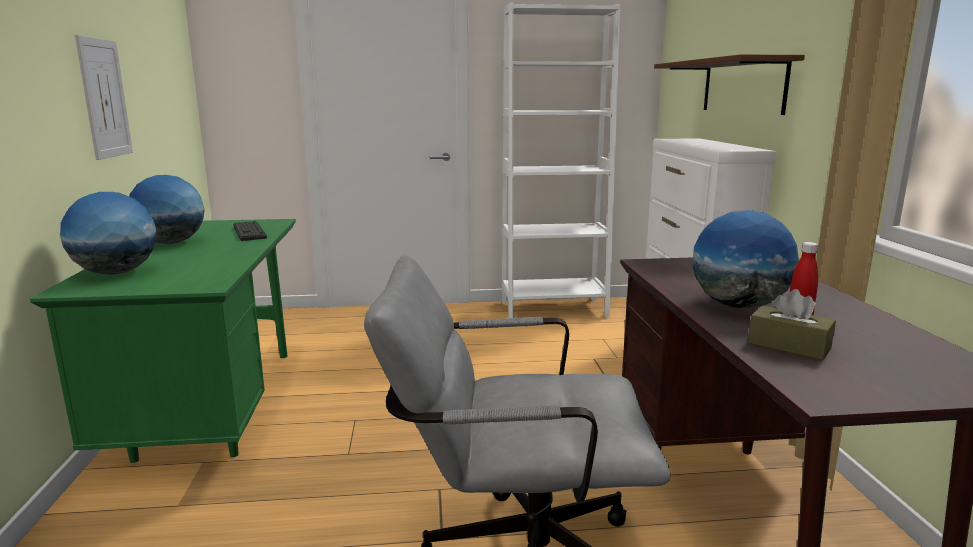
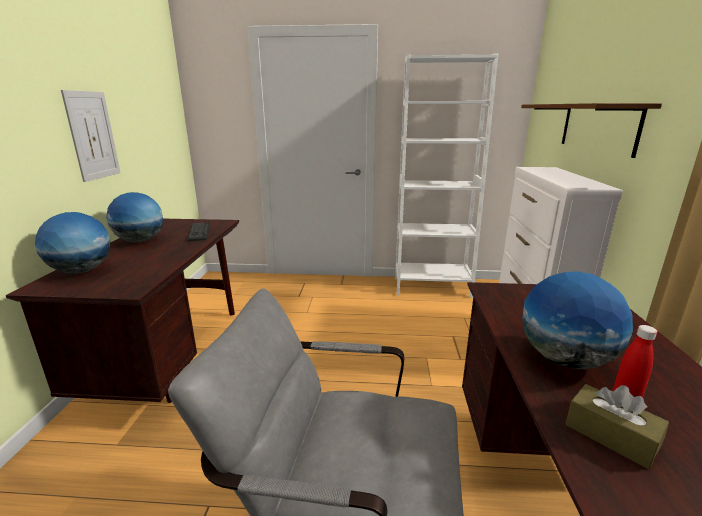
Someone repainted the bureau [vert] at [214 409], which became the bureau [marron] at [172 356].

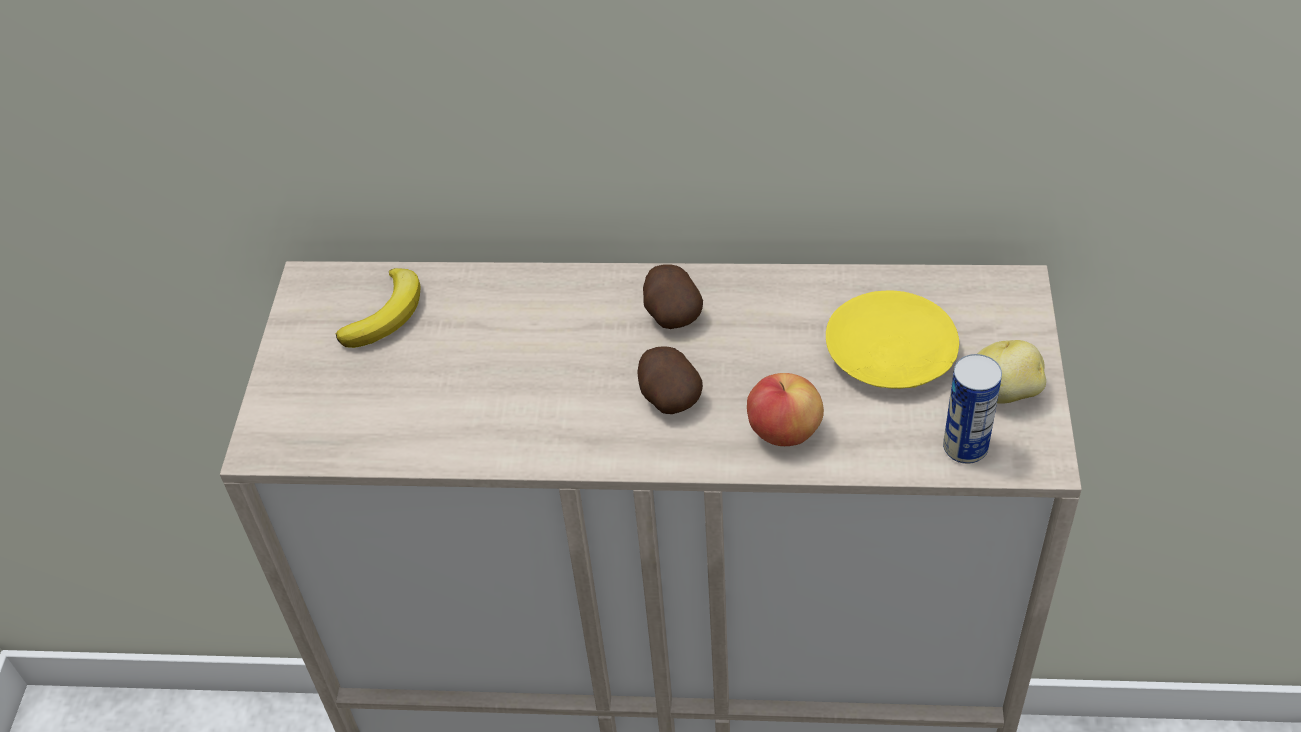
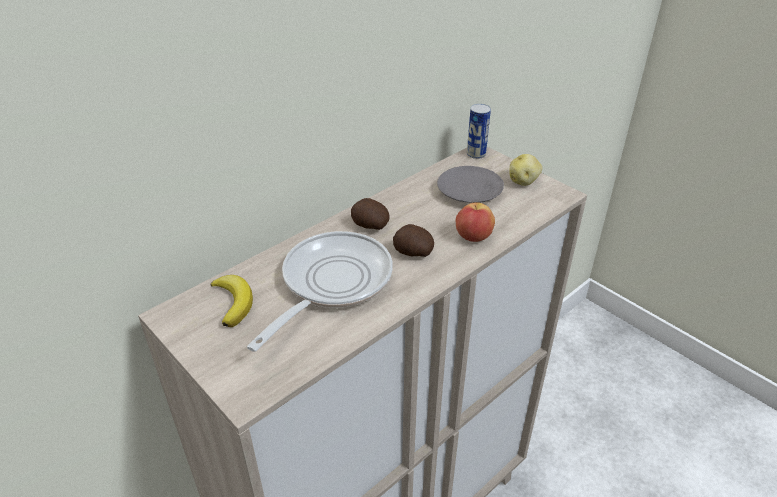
Someone repainted the assiette [jaune] at [891 353], which became the assiette [gris] at [470 192]. Someone carried the boîte métallique from [965 447] to [476 154]. Someone put down the poêle at [331 283].

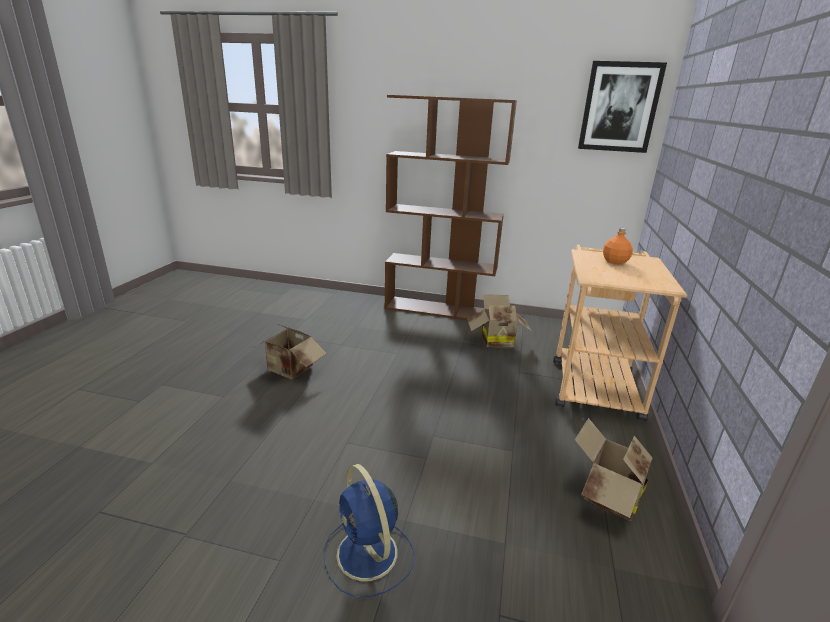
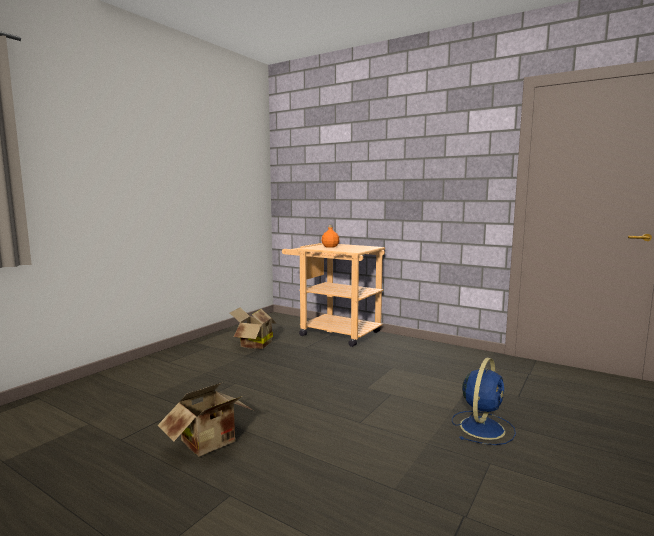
Someone took away the tableau at [619 107]. Someone took away the bibliothèque [marron] at [439 309]. Someone took away the carton at [606 496]. Someone rotated the ventilateur [bleu] at [368 555] by 45 degrees counterclockwise.

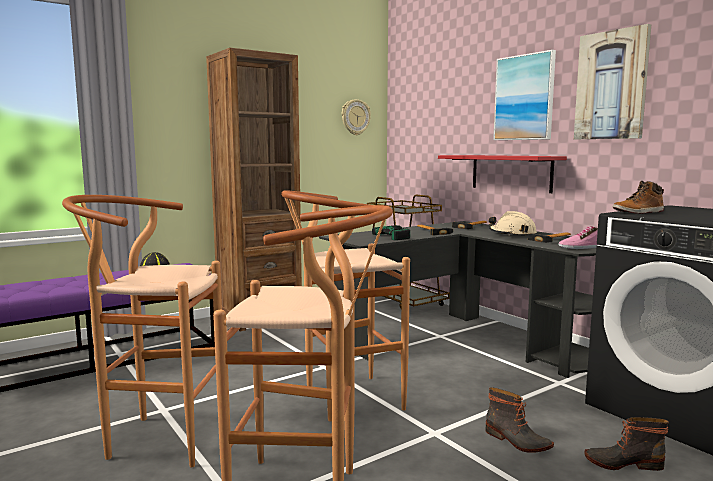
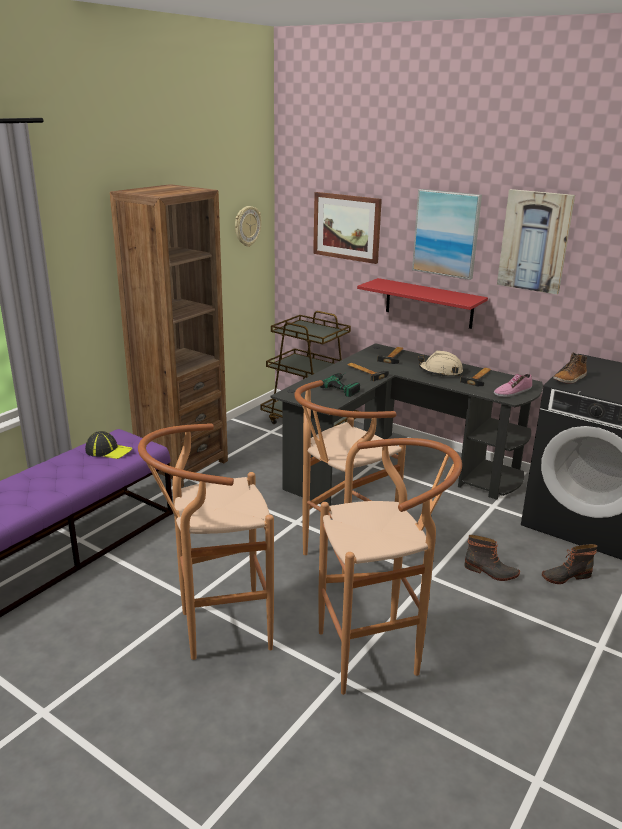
Someone put up the tableau at [347 227].

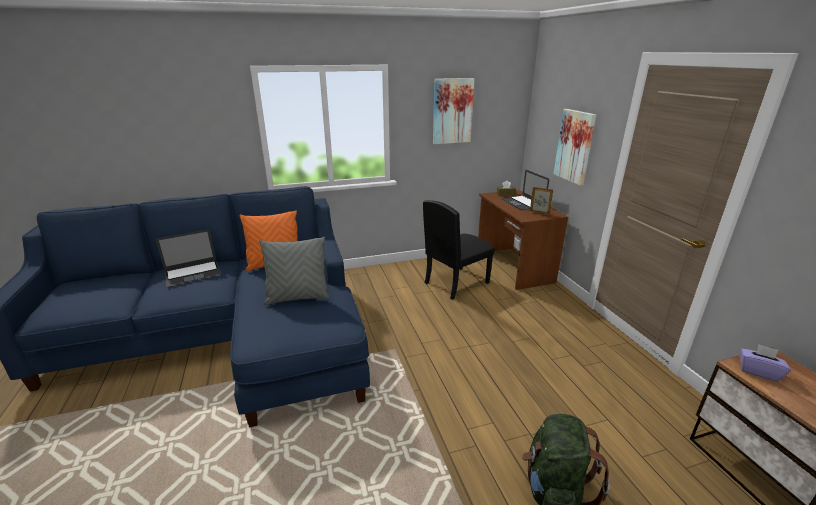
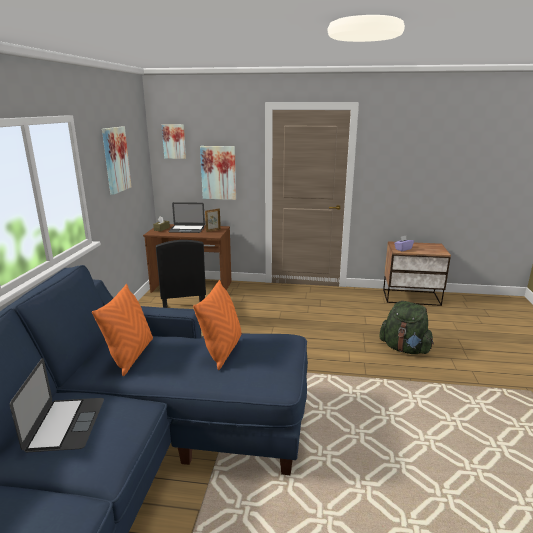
Someone repainted the coussin [gris] at [298 297], which became the coussin [orange] at [222 350]. Someone put up the tableau at [174 141].

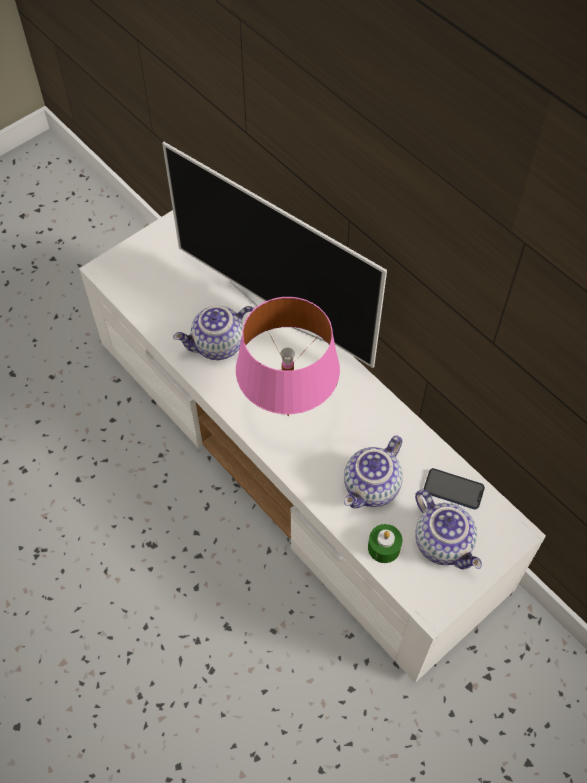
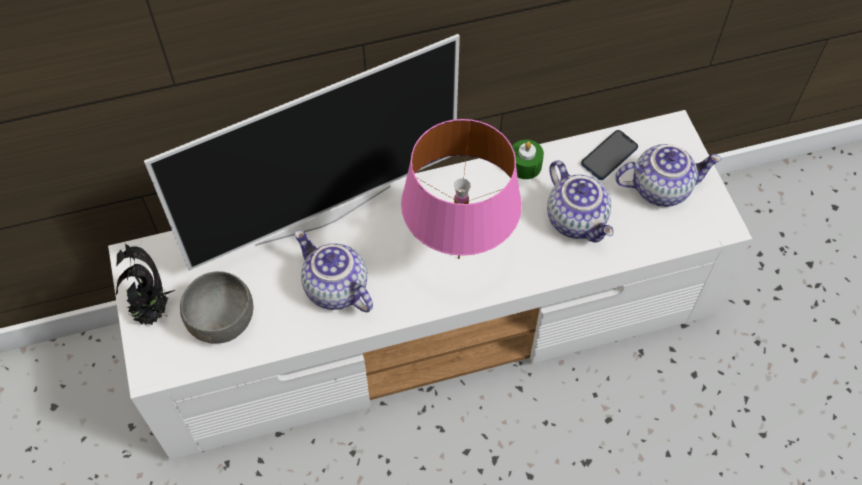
Someone rotated the théière at [218 345] by 135 degrees clockwise. Someone carried the bougie [vert] from [384 547] to [525 165]. Someone put down the plante en pot at [153 312]. Someone put down the bol [gris] at [221 321].

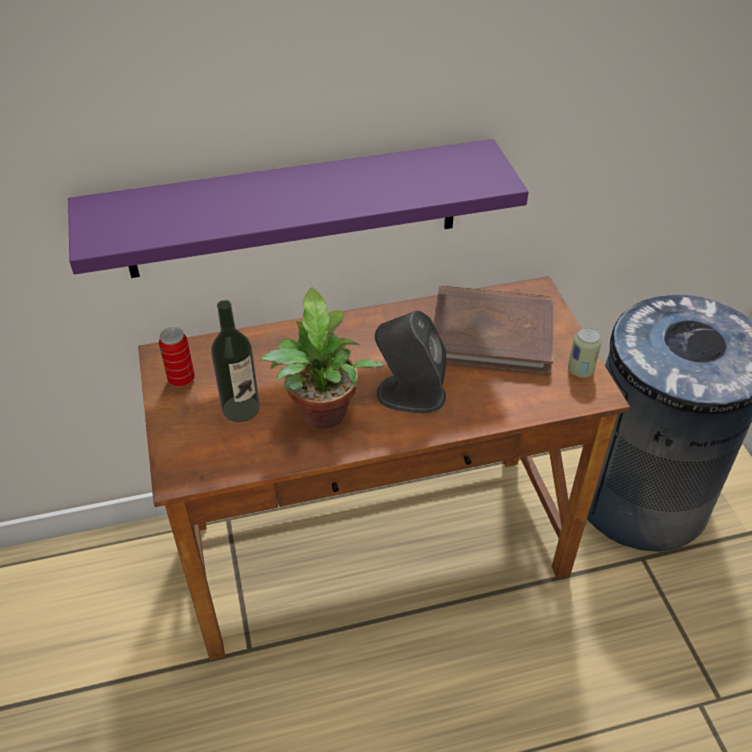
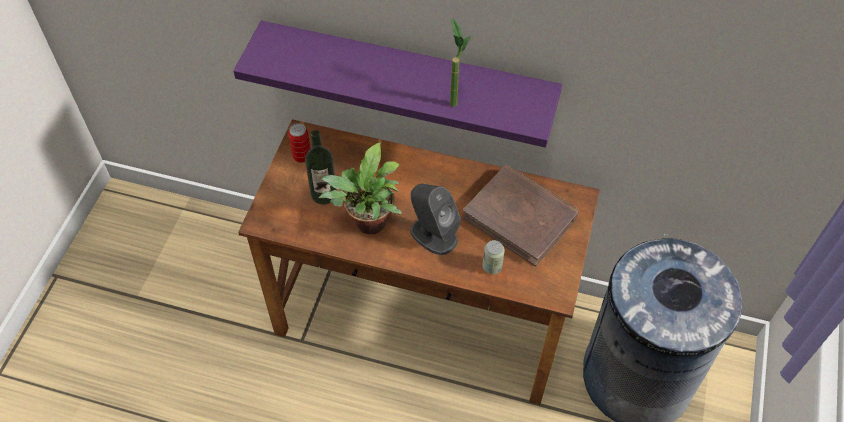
Someone carried the boîte métallique from [580 370] to [492 267]. Someone put down the plante en pot at [453 98].

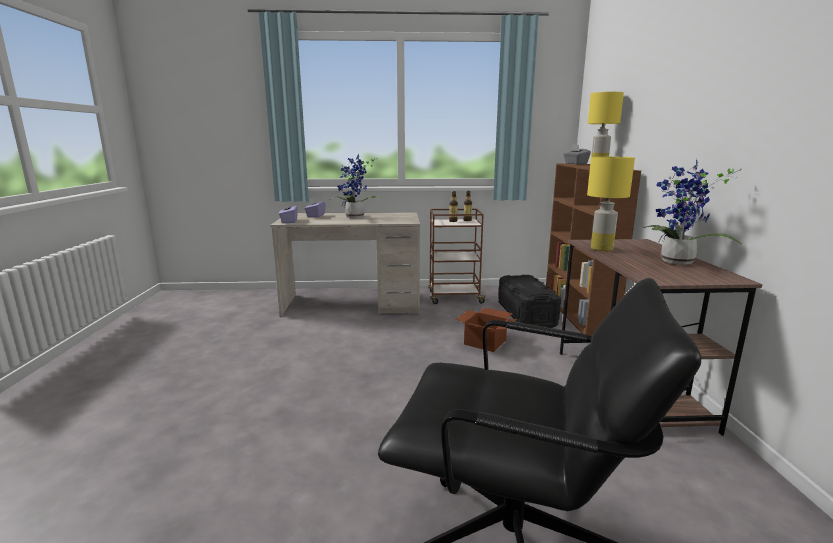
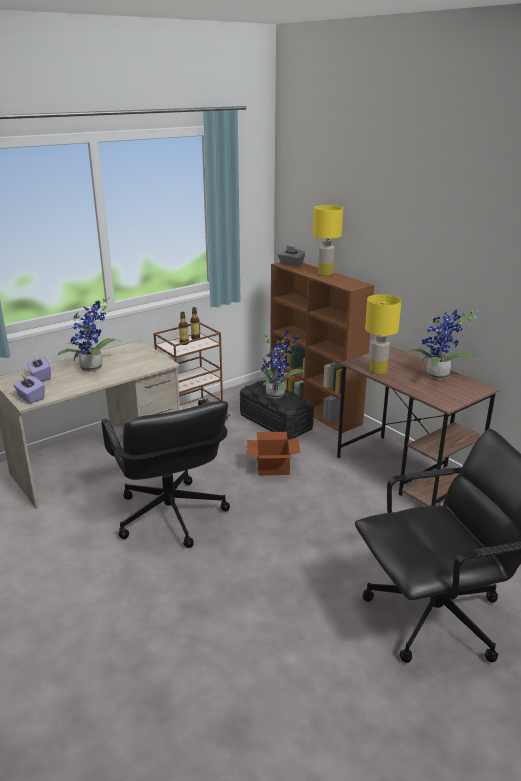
Someone put down the plante en pot at [277 394]. Someone put down the chaise de bureau [noir] at [170 516].

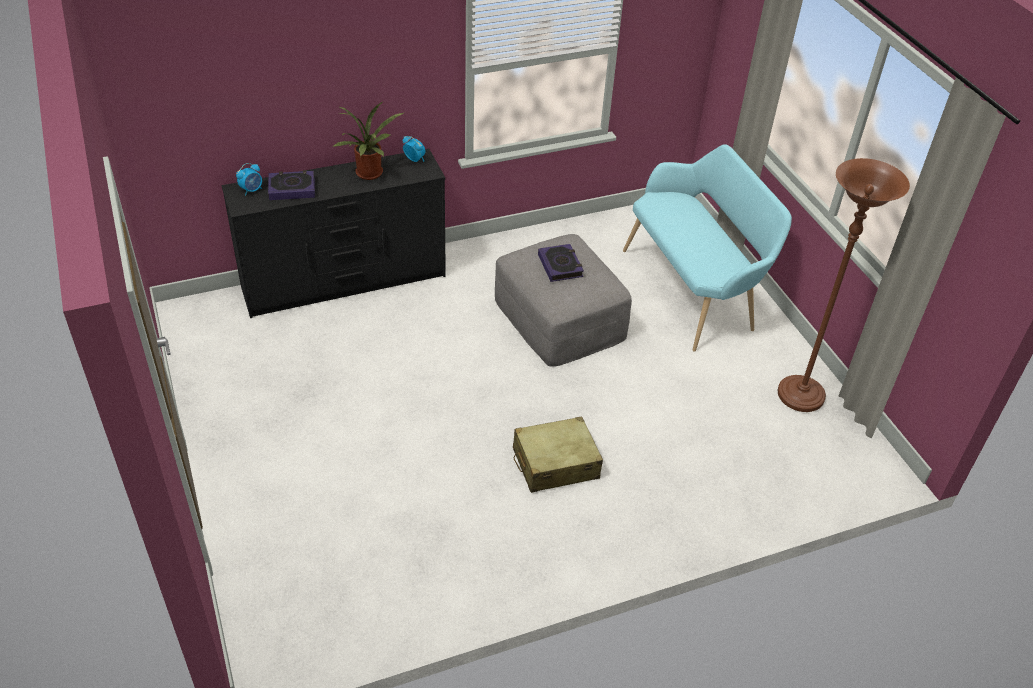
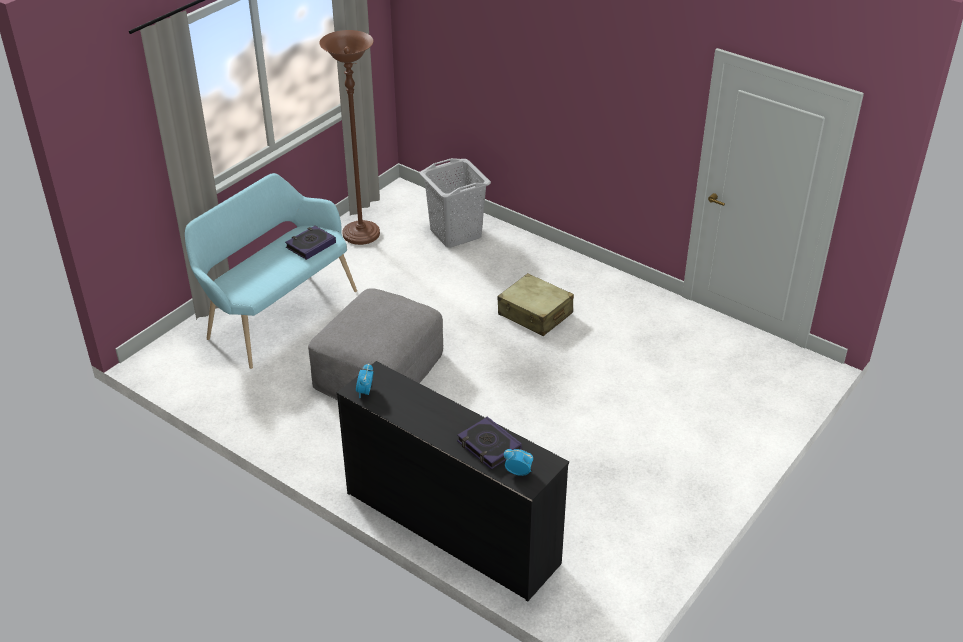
Someone took away the plante en pot at [369 175]. Someone carried the livre from [560 266] to [310 245]. Someone put down the panier à linge [gris] at [456 233].

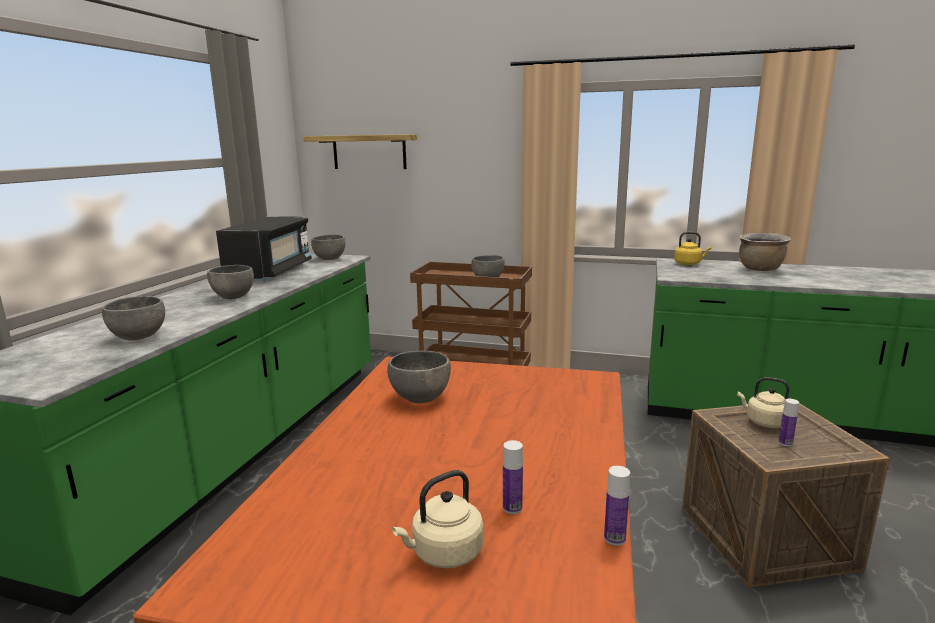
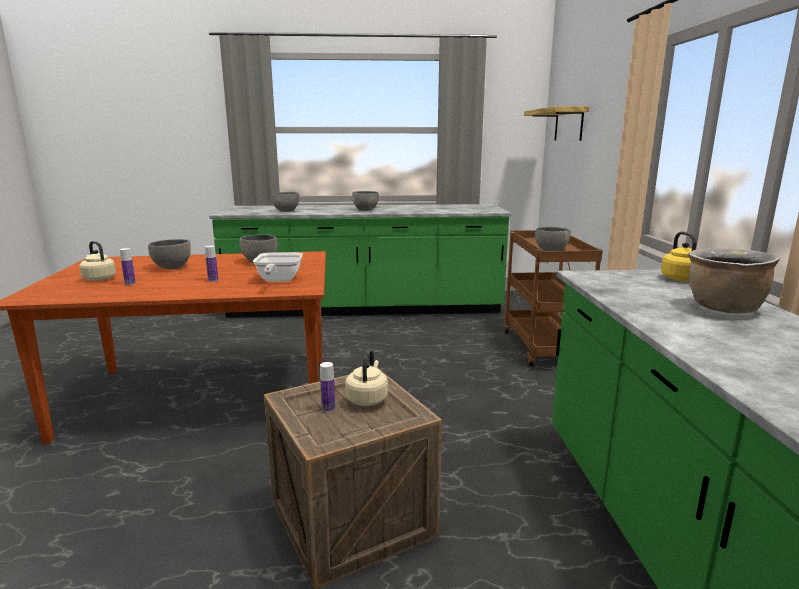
Someone took away the micro-ondes [noir] at [271 272]. Someone carried the bol [gris] from [329 259] to [172 267]. Someone carried the bouteille from [614 538] to [213 280]. Someone put down the poêle at [278 280].

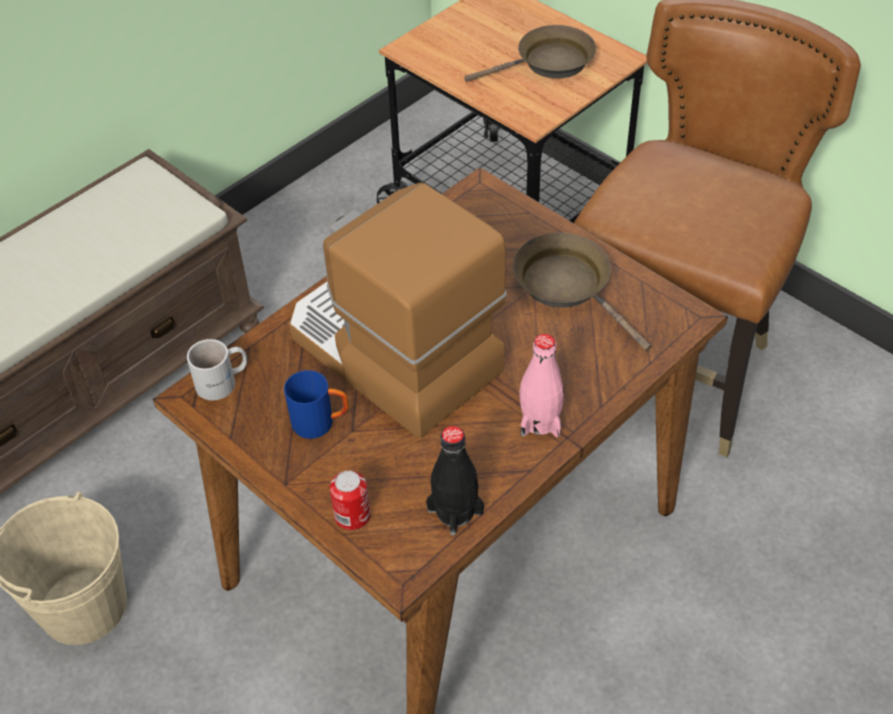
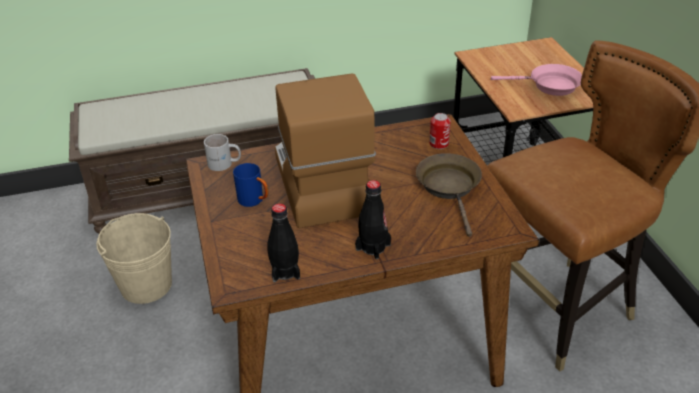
Someone repainted the poêle [marron] at [549 63], which became the poêle [rose] at [550 85]. Someone repainted the bouteille [rose] at [540 421], which became the bouteille [noir] at [373 247]. Someone carried the boîte métallique from [352 516] to [439 144].

